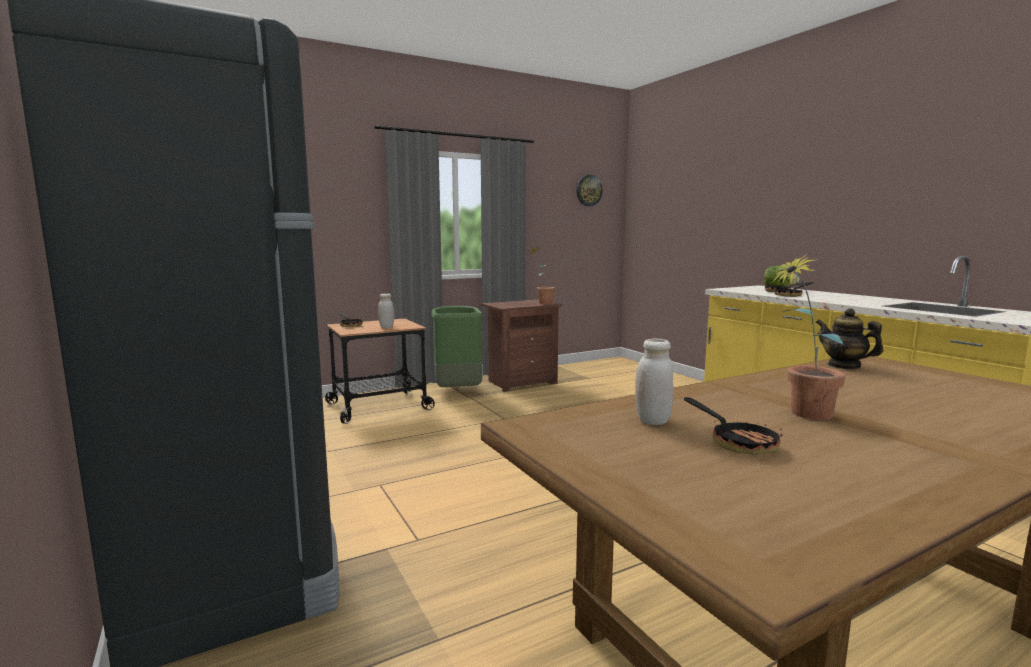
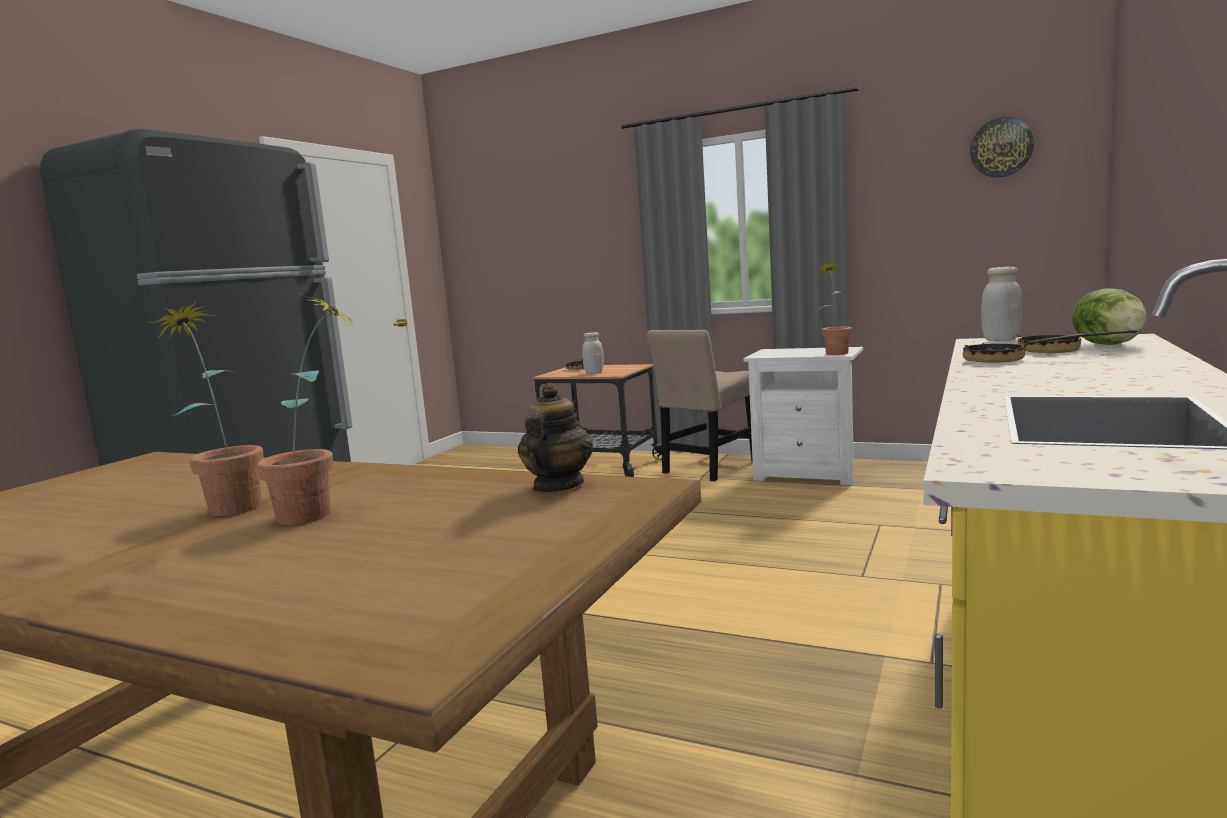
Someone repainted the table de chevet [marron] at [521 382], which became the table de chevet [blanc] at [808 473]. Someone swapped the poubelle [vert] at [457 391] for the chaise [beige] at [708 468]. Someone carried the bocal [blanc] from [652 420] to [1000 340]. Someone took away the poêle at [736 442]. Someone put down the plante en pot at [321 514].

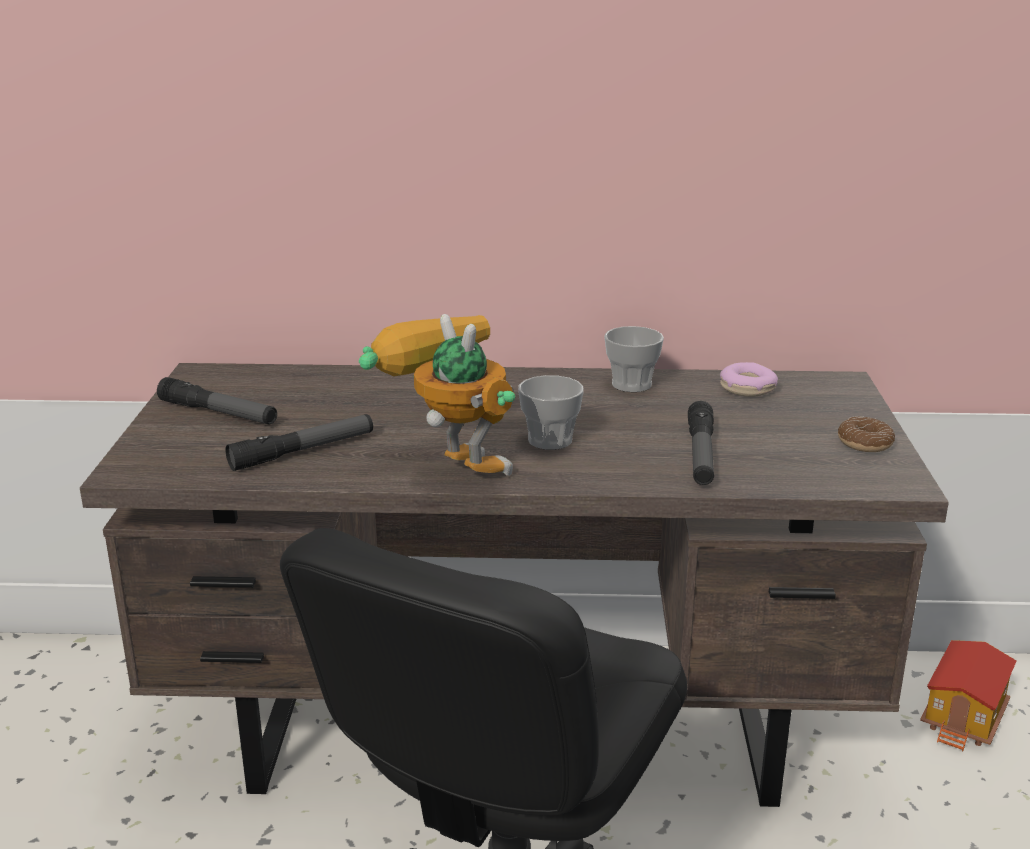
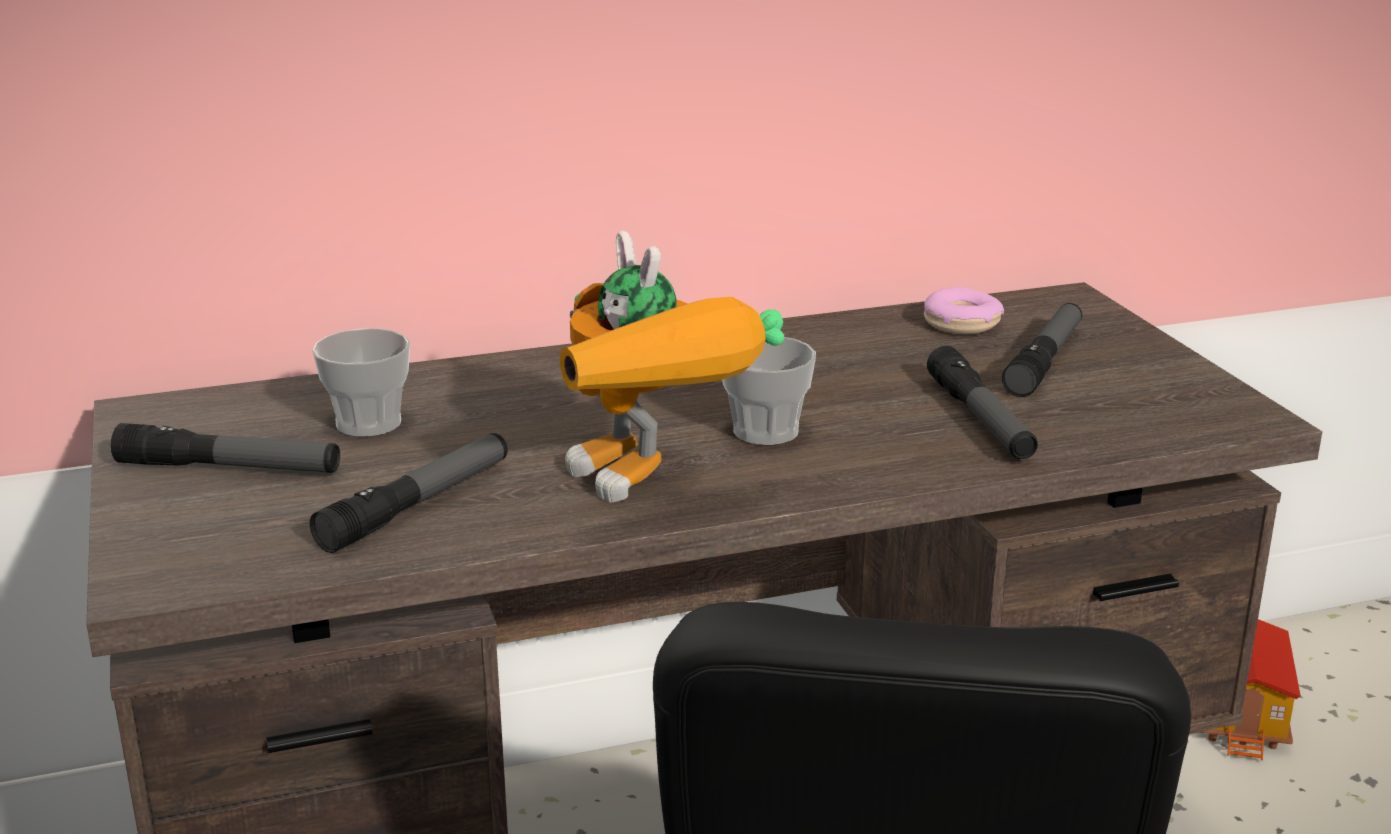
Someone rotated the robot jouet at [448 465] by 150 degrees counterclockwise. Someone carried the tasse from [631 384] to [368 423]. Someone took away the beignet at [864 443]. Someone put down the lampe de poche at [1044 361].

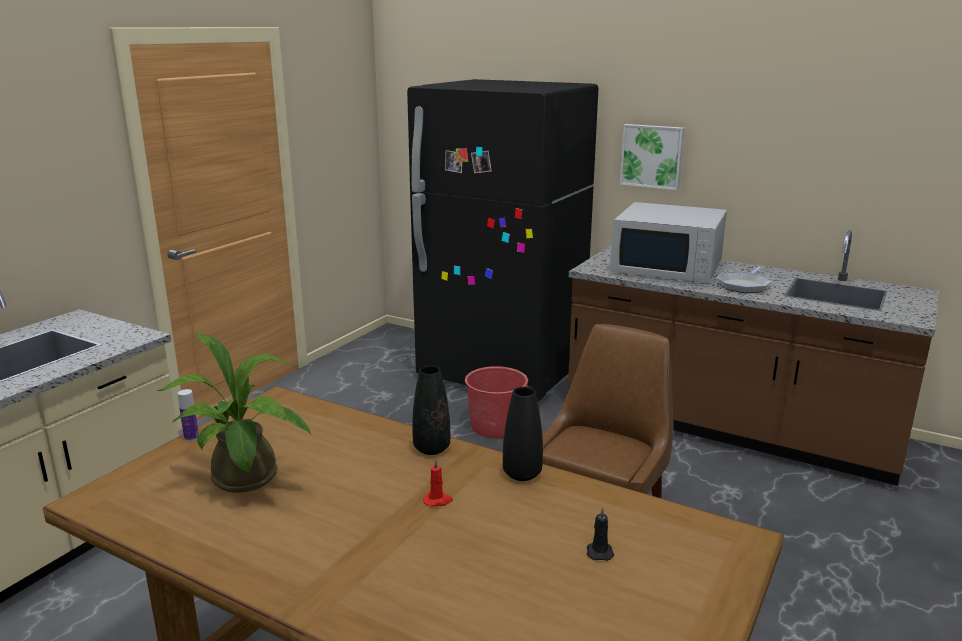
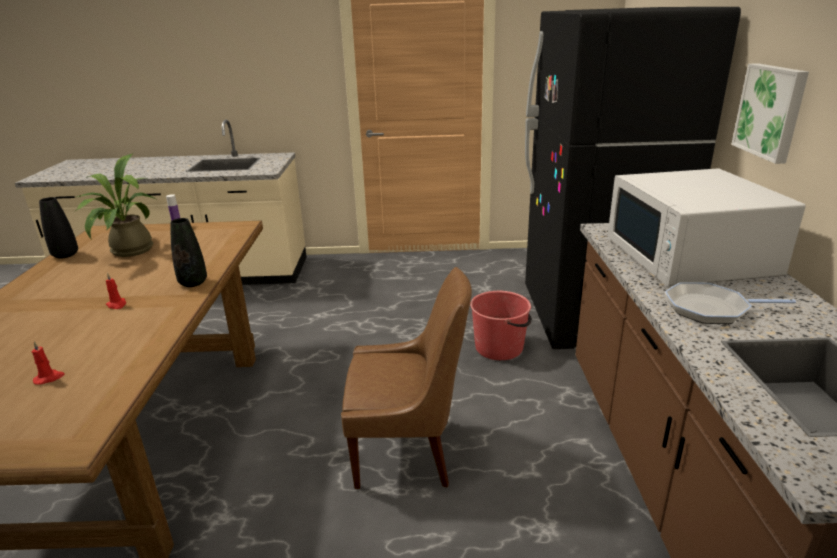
Someone carried the vase [noir] from [522 474] to [65 255]. Someone repainted the bougie [noir] at [599 552], which became the bougie [rouge] at [49 378].

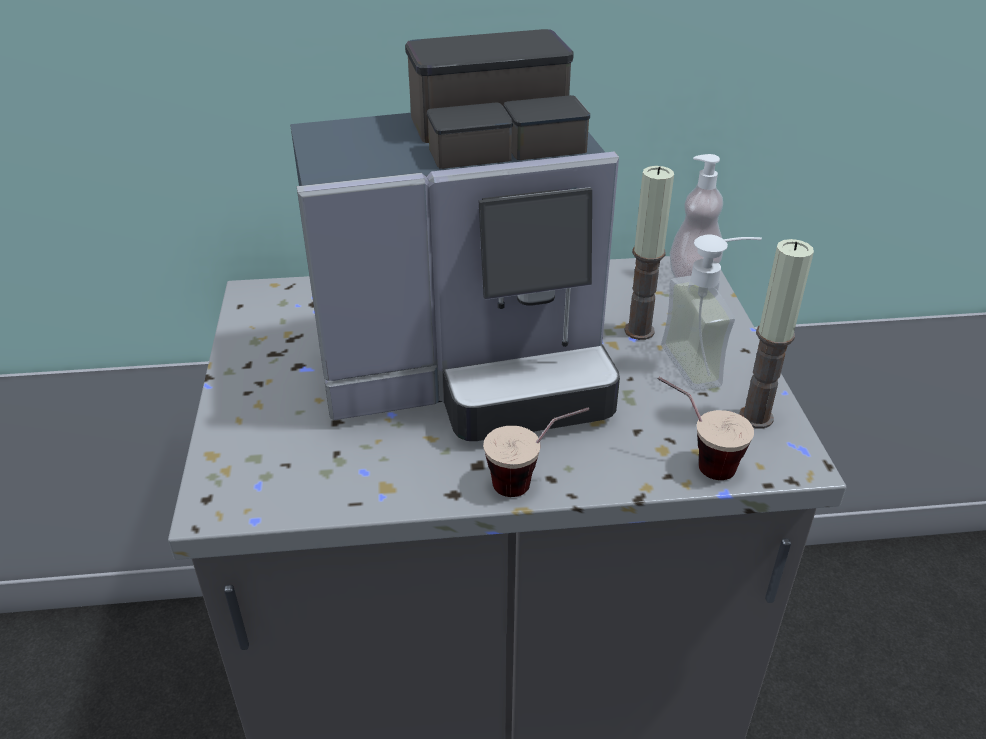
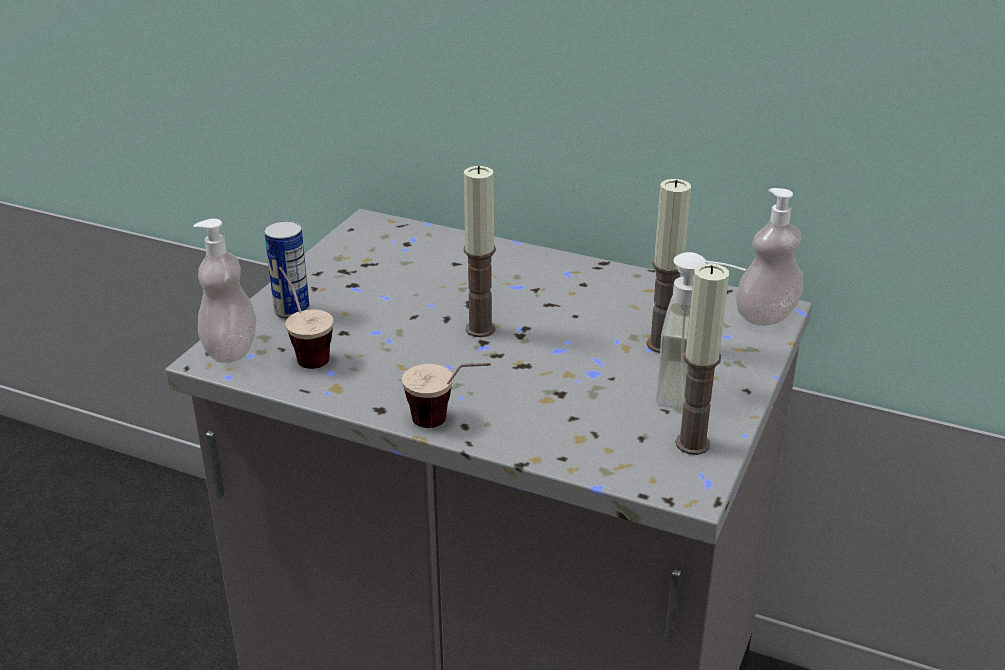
Someone swapped the machine à café at [469 370] for the bougie at [480 329]. Someone carried the tasse from [695 461] to [305 352]. Someone put down the distributeur de savon at [231 350]. Someone put down the boîte métallique at [292 311].

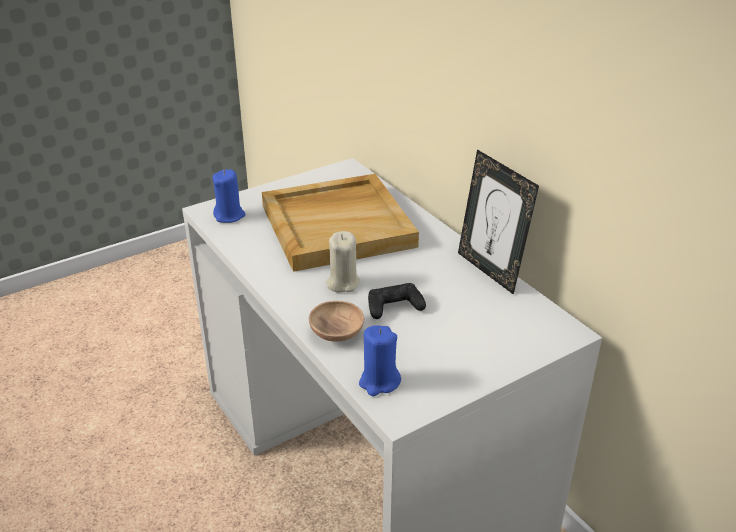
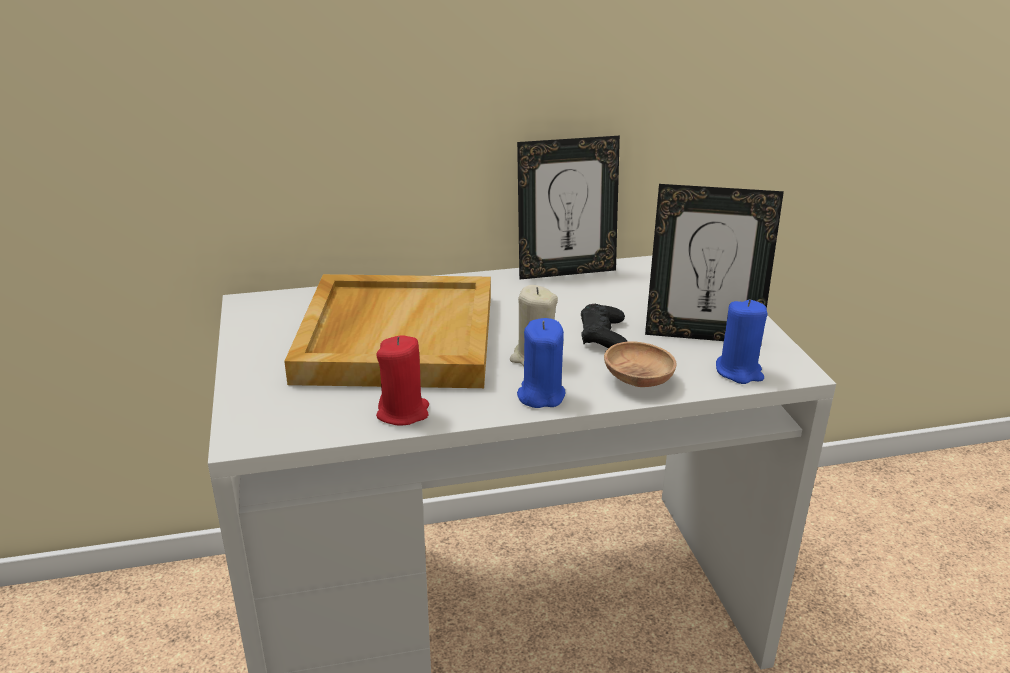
Someone carried the bougie [bleu] from [229 216] to [540 395]. Someone put down the cadre photo at [702 334]. Someone put down the bougie [rouge] at [403 412].

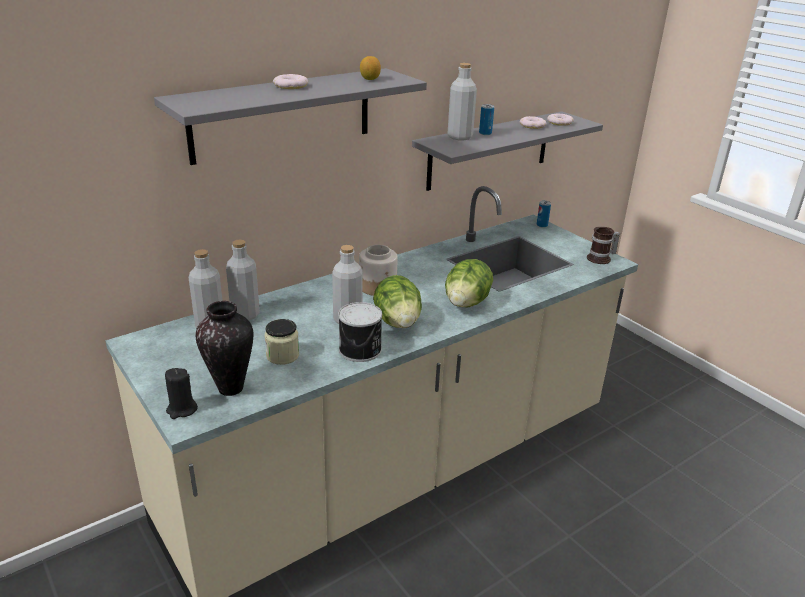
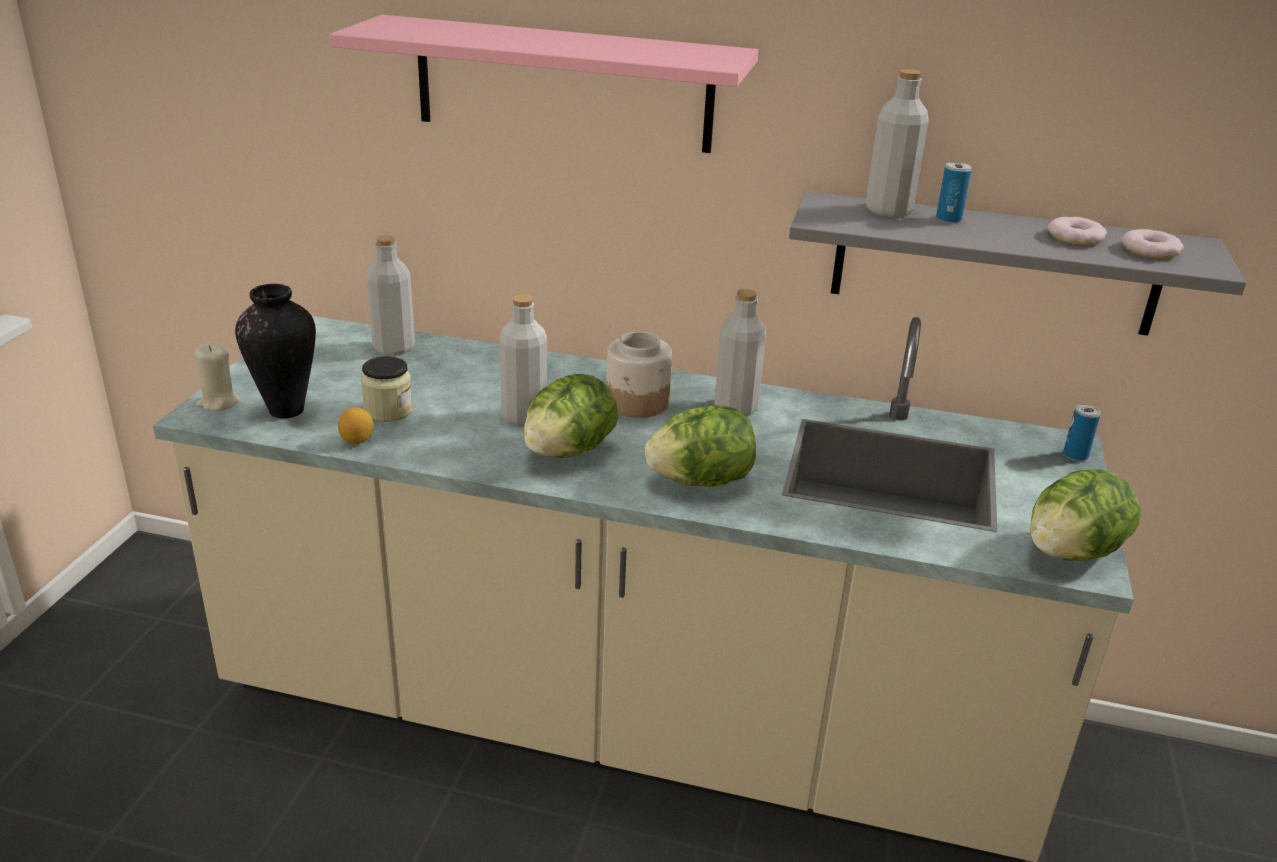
Someone carried the citron from [370 79] to [357 440]. Someone repainted the étagère [gris] at [282 115], which became the étagère [rose] at [563 84]. Someone took away the beignet at [290 86]. Someone swapped the mug at [601 259] for the laitue at [1072 552]. Someone carried the bouteille [gris] from [245 314] to [735 408]. Someone took away the boîte métallique at [361 350]. Someone repainted the bougie [noir] at [181 410], which became the bougie [beige] at [218 403].

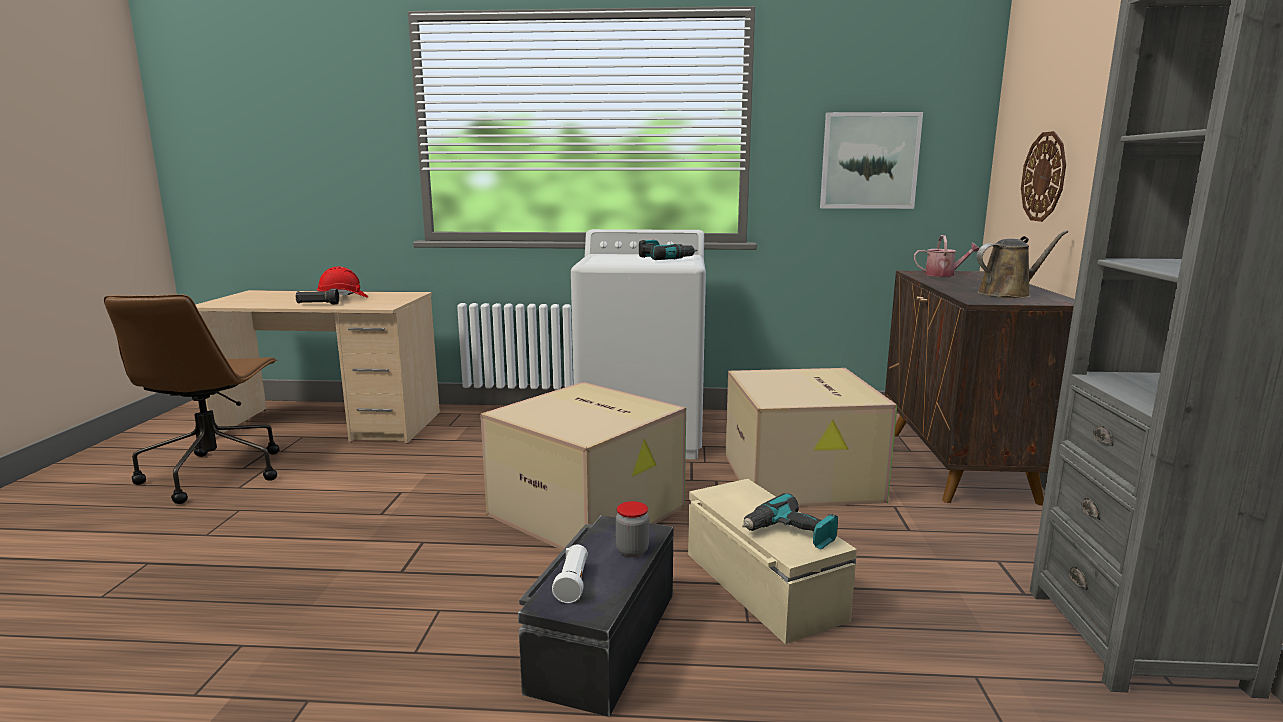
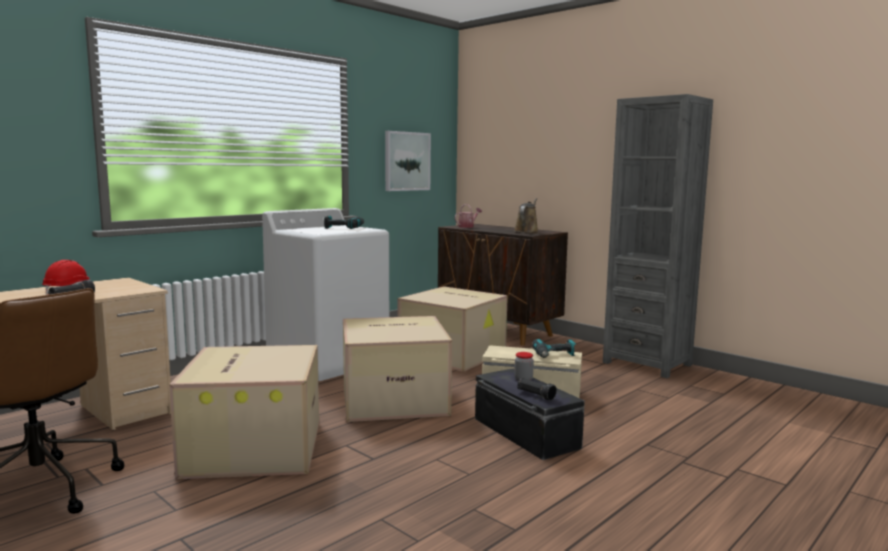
Someone took away the horloge murale at [1044 177]. Someone repainted the lampe de poche [blanc] at [573 583], which became the lampe de poche [noir] at [535 395]. Someone put down the carton at [252 447].

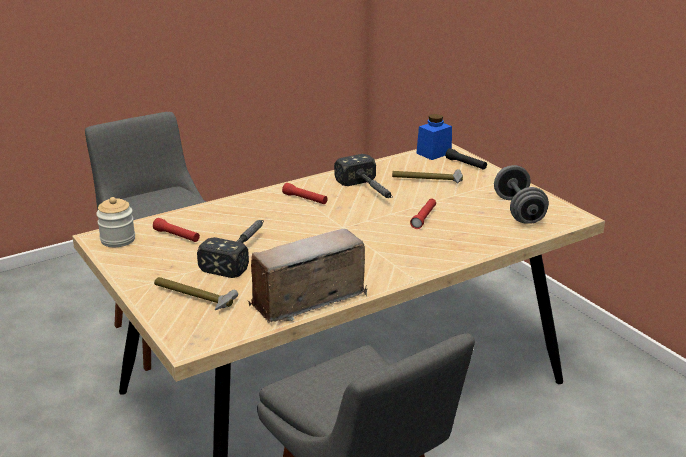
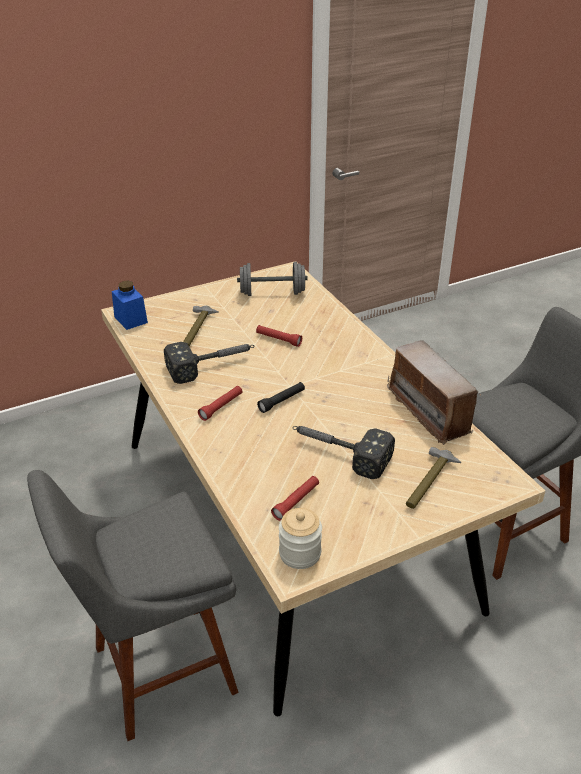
Someone carried the lampe de poche [noir] from [466 164] to [282 401].

